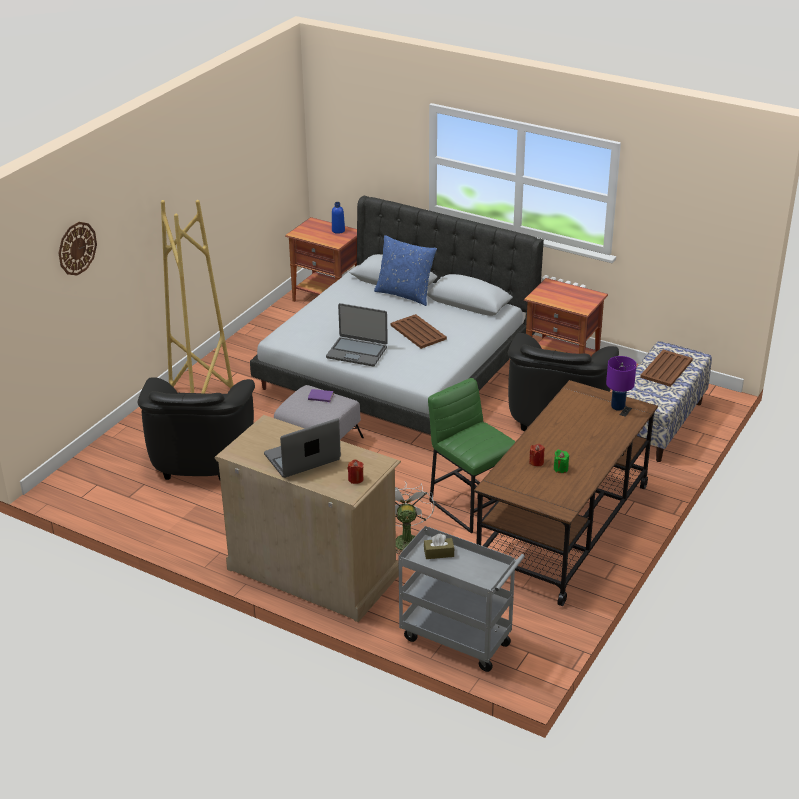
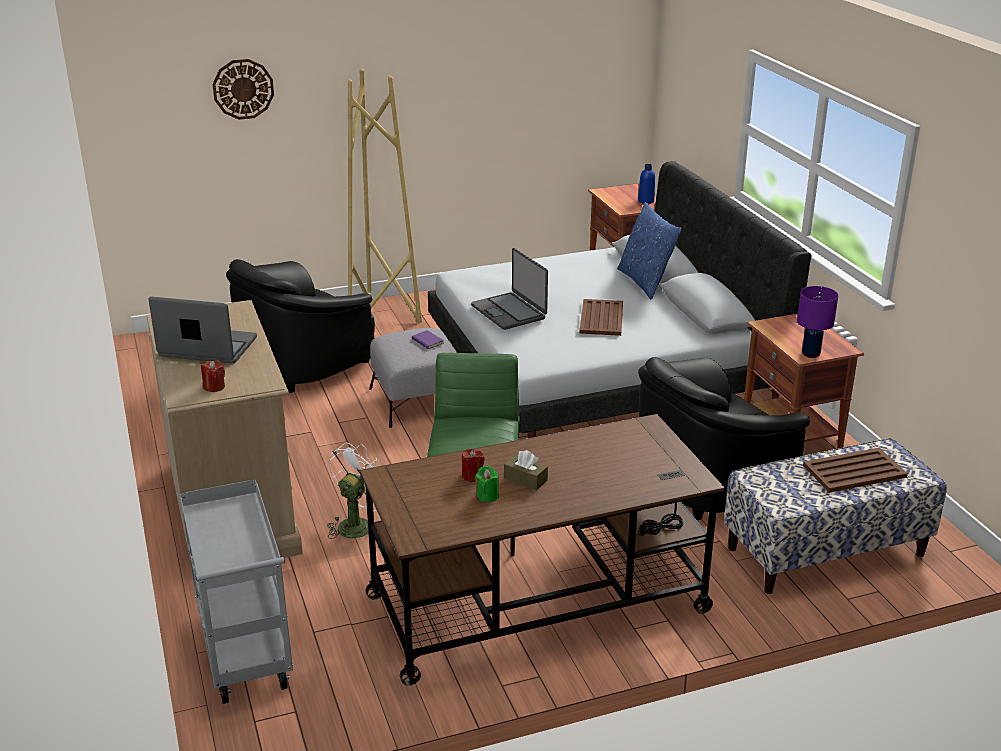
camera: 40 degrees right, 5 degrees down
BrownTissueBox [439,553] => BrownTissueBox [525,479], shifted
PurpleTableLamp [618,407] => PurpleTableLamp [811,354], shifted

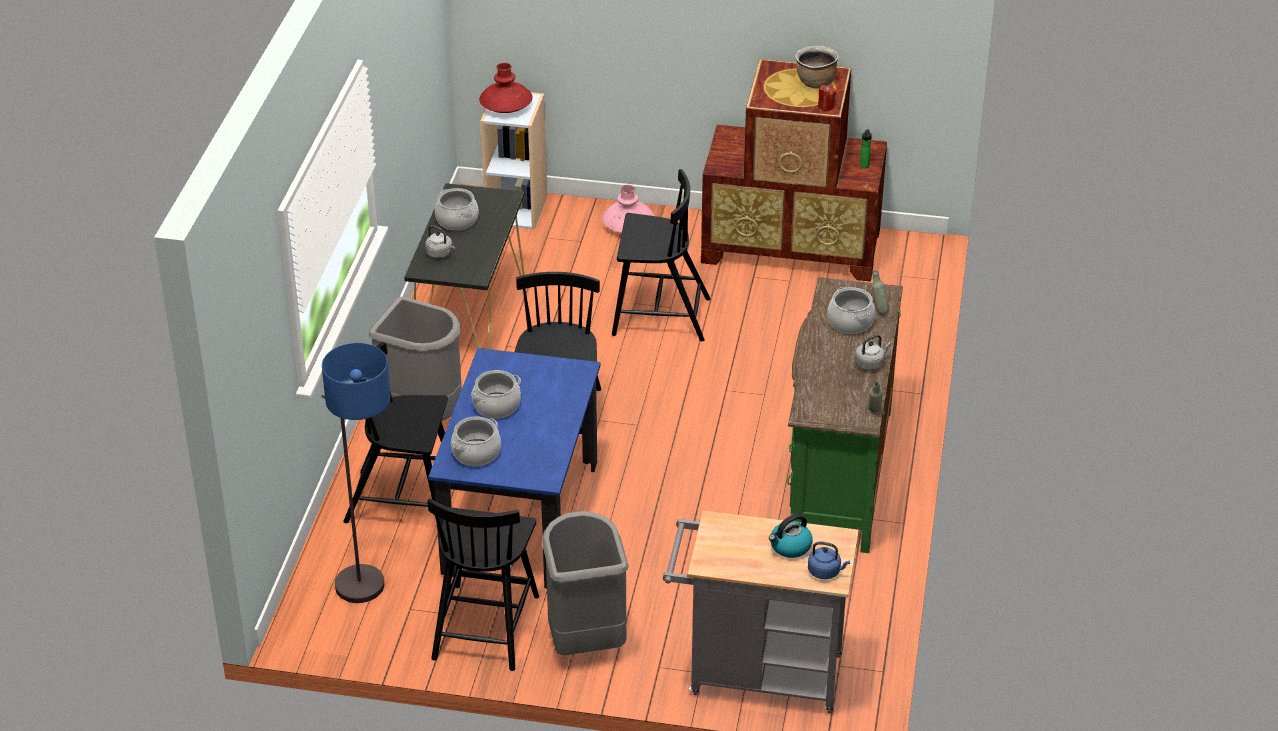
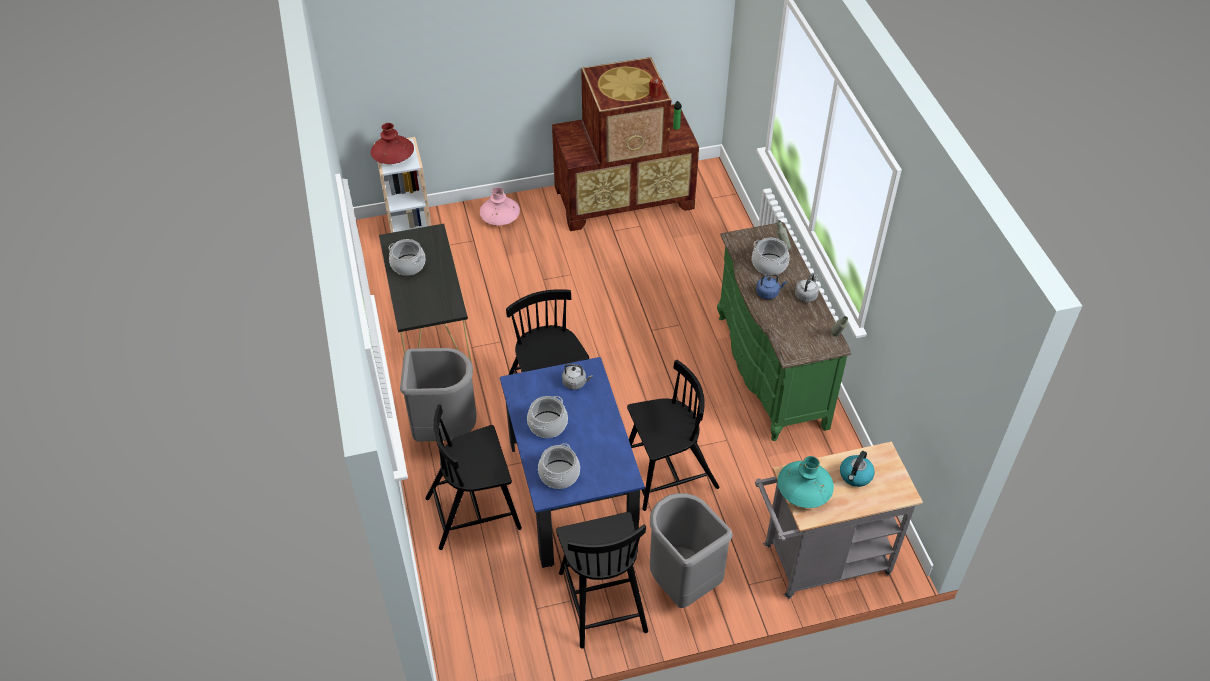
camera: 25 degrees left, 10 degrees up
BlueFloorLamp [371,591] => nothing
GreyKettle [440,254] => GreyKettle [575,383], shifted
BlackChair [658,316] => BlackChair [668,475], shifted
BrownCookingPot [815,83] => nothing
BlueKettle [826,572] => BlueKettle [768,293], shifted
nothing => TurquoiseVase [804,490]

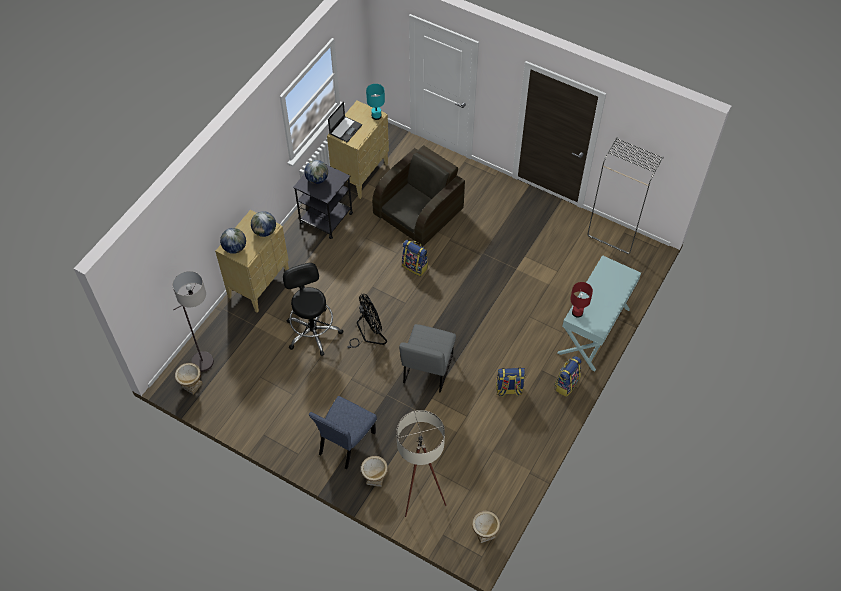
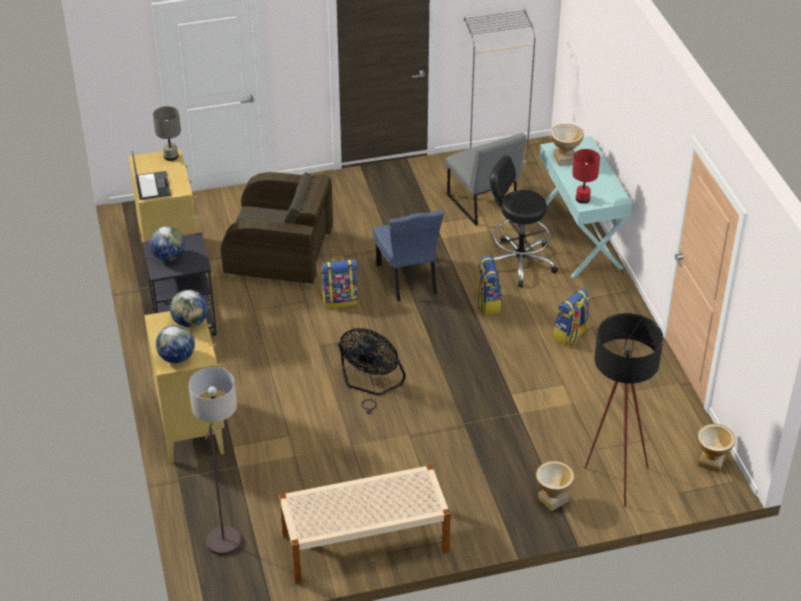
camera: 45 degrees left, 15 degrees down
Vase [192,385] => Vase [565,159], shifted
BlackStool [313,331] => BlackStool [518,262], shifted
BlueChair [346,441] => BlueChair [408,277], shifted
TurquoiseTableLamp [376,116] => GreyTableLamp [170,156]
BrownArmchair [419,212] => BrownArmchair [280,254], 105 degrees clockwise
BeigeFloorLamp [420,494] => BlackFloorLamp [612,478]
GreyChair [427,369] => GreyChair [482,204], shifted
Backpack [566,384] => Backpack [487,303], shifted
nothing => BeigeBench [365,543]

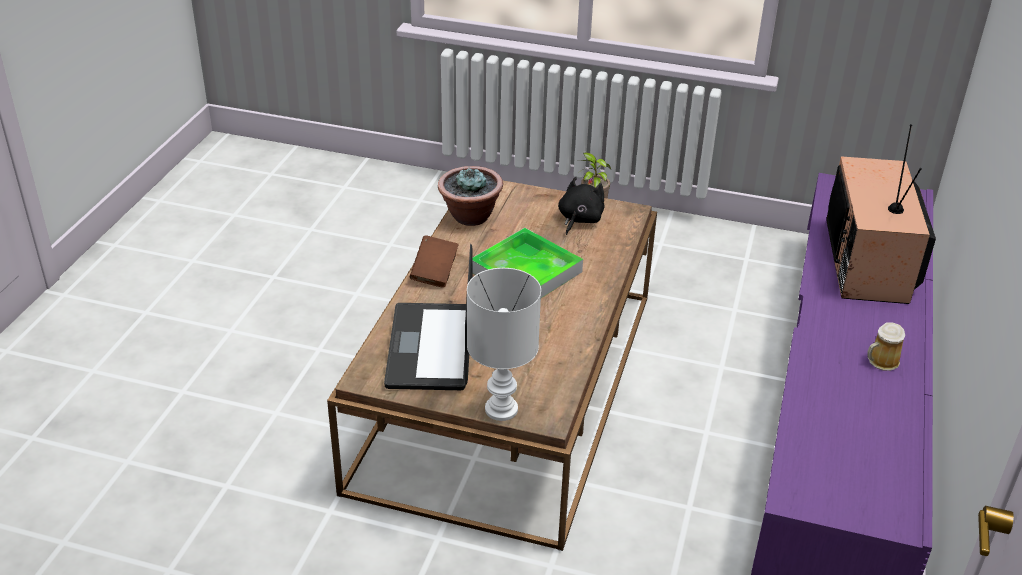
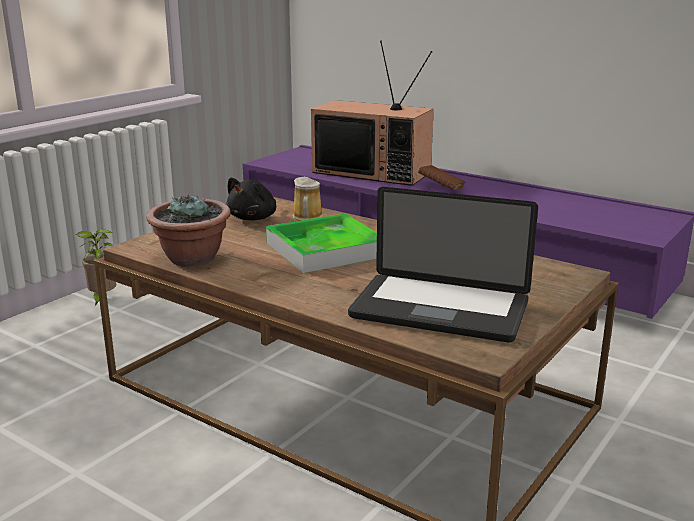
camera: 70 degrees left, 15 degrees down
BrownBook [434,273] => BrownBook [441,189], shifted
WhiteTableLamp [502,409] => nothing
BlackPlushToy [579,219] => BlackPlushToy [254,218], 105 degrees counterclockwise
Mug [881,361] => Mug [307,218], shifted

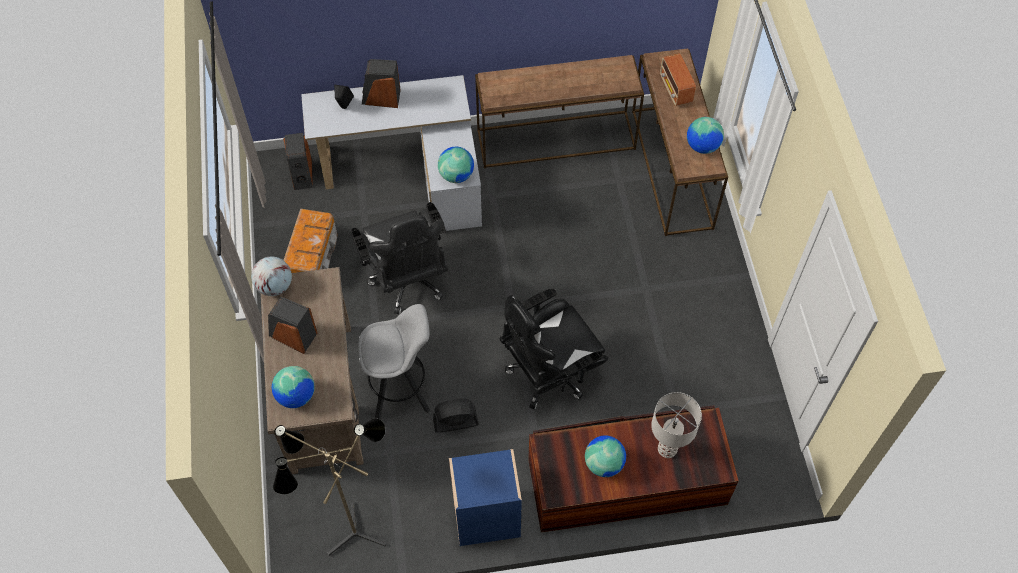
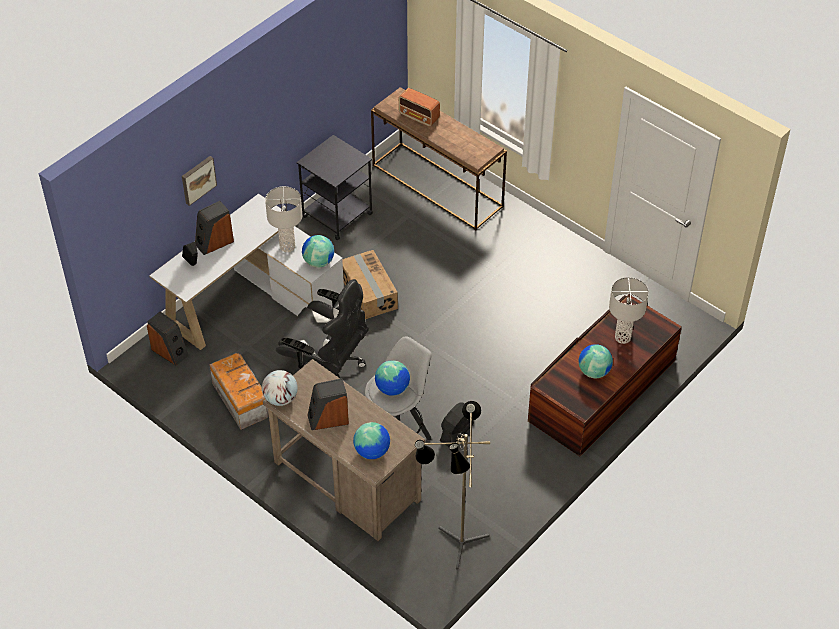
camera: 40 degrees left, 10 degrees down
BlueBookcase [485,518] => nothing
BrownConsoleTable [556,139] => BlackCart [337,214]
BlackOfficeChair [552,371] => nothing
Globe [702,146] => Globe [392,389], shifted
nothing => Picture [197,179]
nothing => WhiteTableLamp [287,246]
nothing => CardboardBox [368,293]

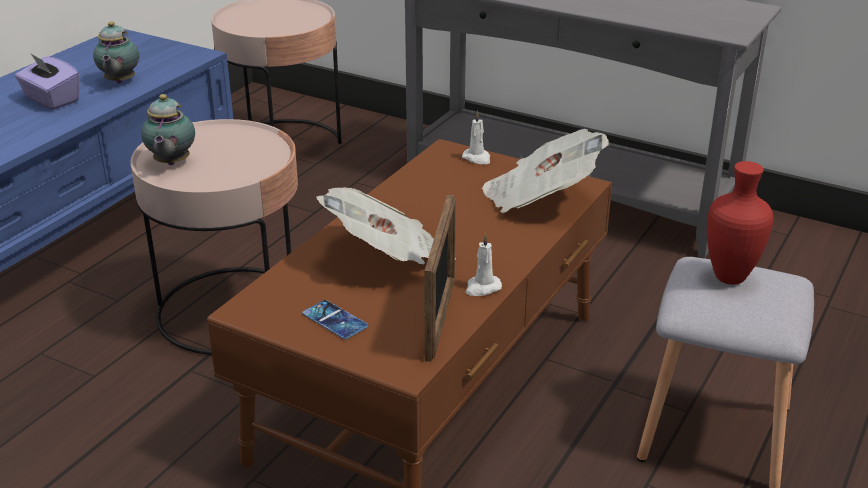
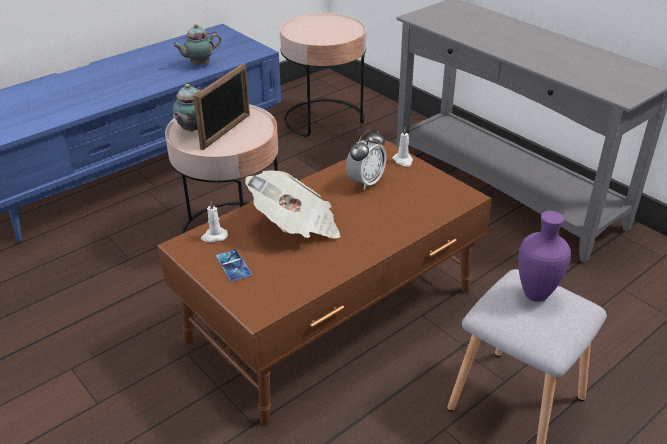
camera: 20 degrees right, 5 degrees up
PurpleTissueBox [51,100] => nothing
Teapot [119,82] => Teapot [199,64], 45 degrees clockwise
PictureFrame [440,318] => PictureFrame [226,131], shifted
WhiteCandle [482,288] => WhiteCandle [214,236], shifted
Newspaper [540,198] => nothing
RedVase [732,277] => PurpleVase [537,295]
nothing => AlarmClock [365,182]

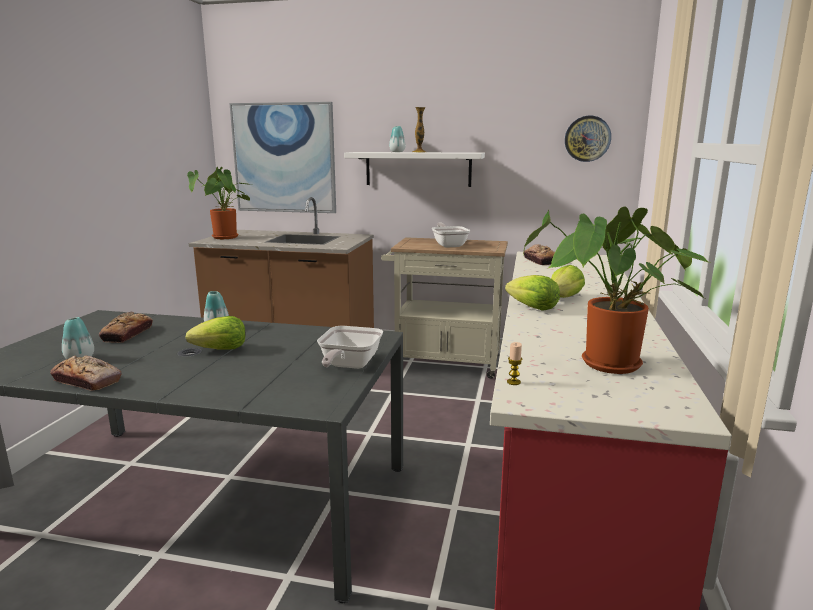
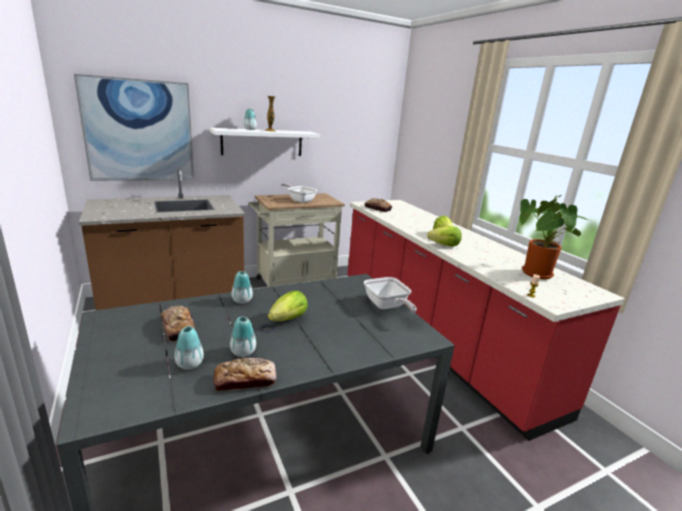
camera: 40 degrees left, 5 degrees up
PottedPlant [226,238] => nothing
WallClock [587,138] => nothing
nothing => Vase [243,352]

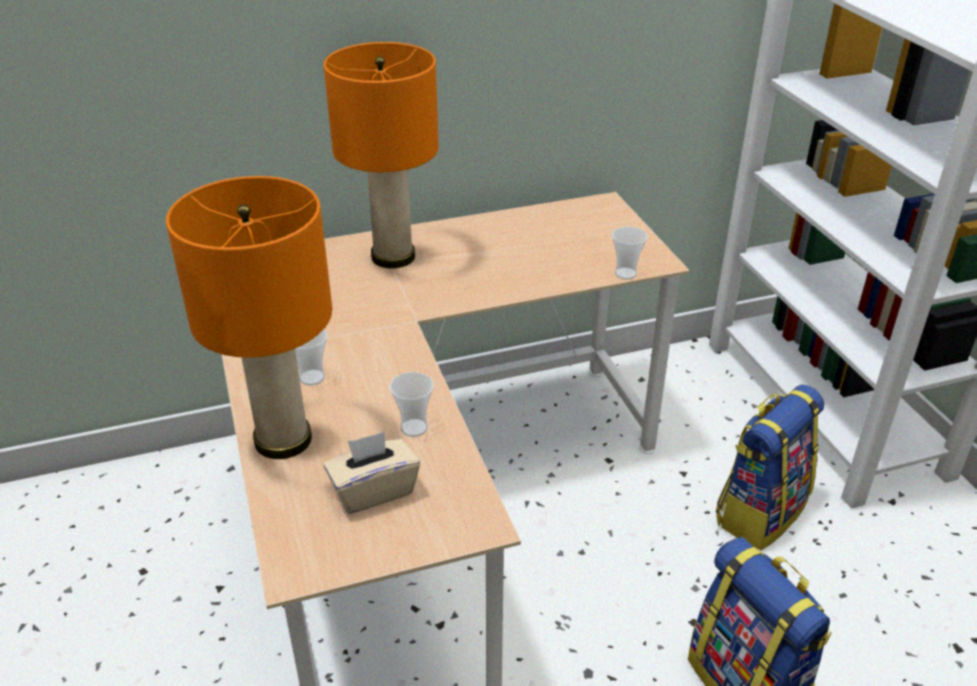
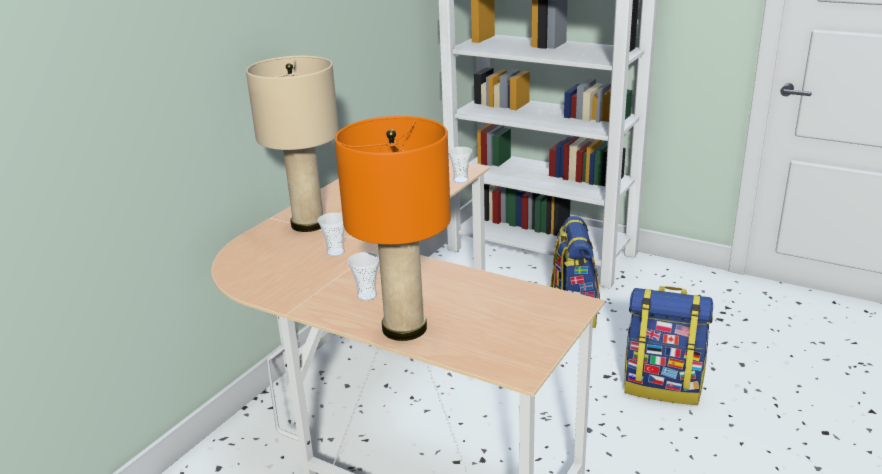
camera: 40 degrees left, 10 degrees down
OrangeTableLamp [394,257] => BeigeTableLamp [309,224]
BeigeTissueBox [373,490] => nothing
Cup [414,428] => Cup [335,252], shifted

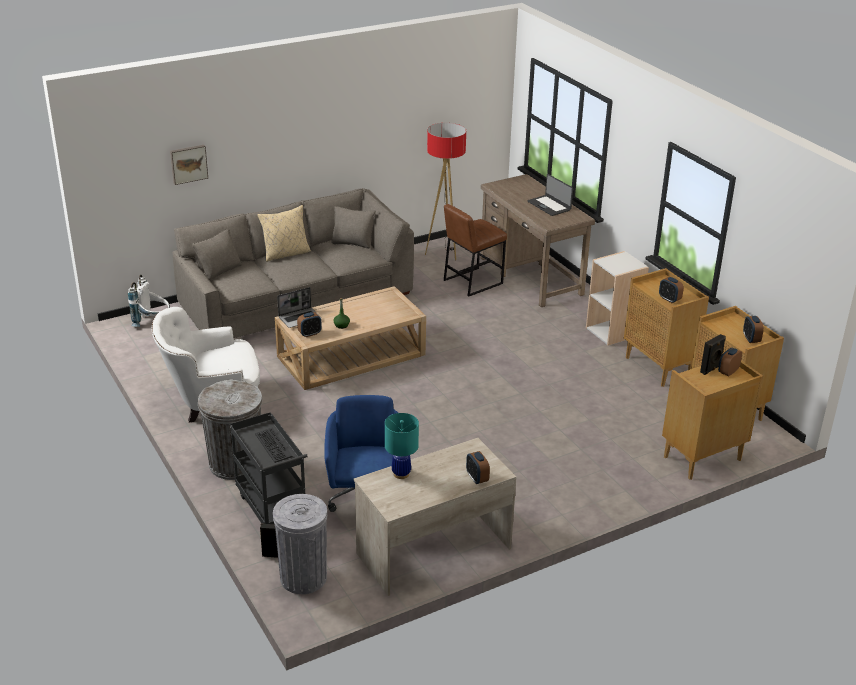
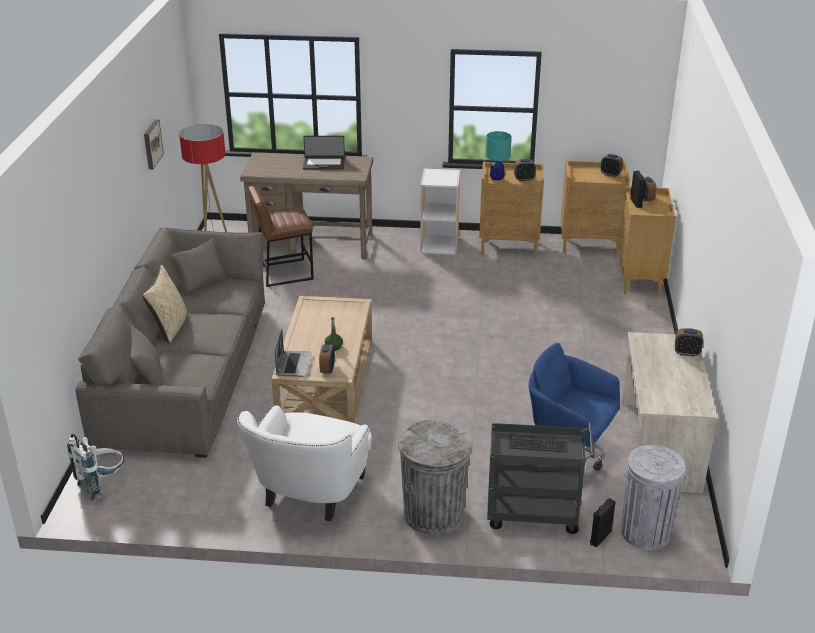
camera: 55 degrees left, 0 degrees up
Picture [188,164] => Picture [151,144], shifted
TurquoiseTableLamp [401,474] => TurquoiseTableLamp [496,180], shifted
BrownChair [472,282] => BrownChair [284,273], 75 degrees clockwise

